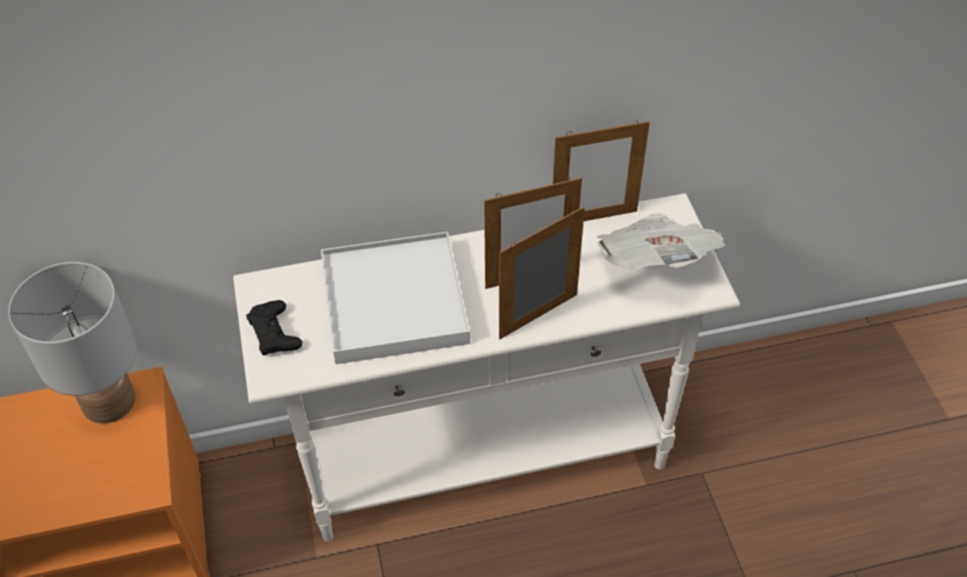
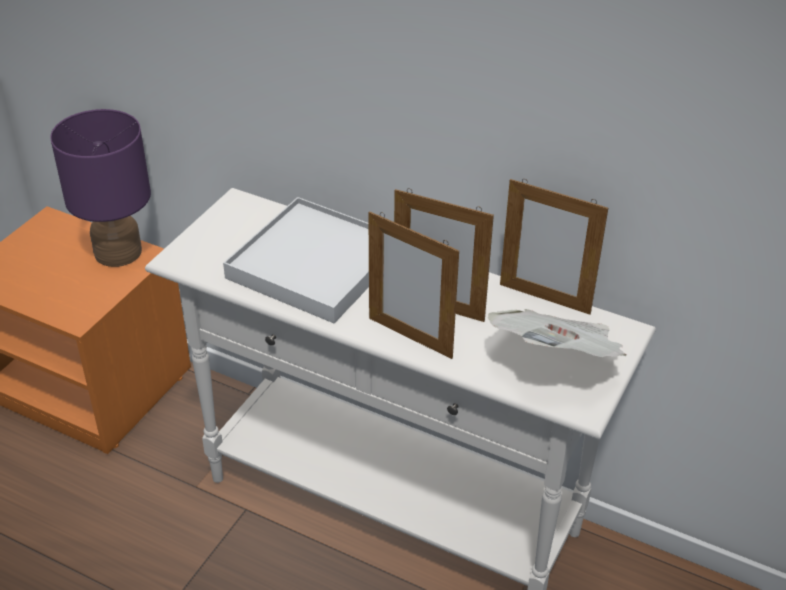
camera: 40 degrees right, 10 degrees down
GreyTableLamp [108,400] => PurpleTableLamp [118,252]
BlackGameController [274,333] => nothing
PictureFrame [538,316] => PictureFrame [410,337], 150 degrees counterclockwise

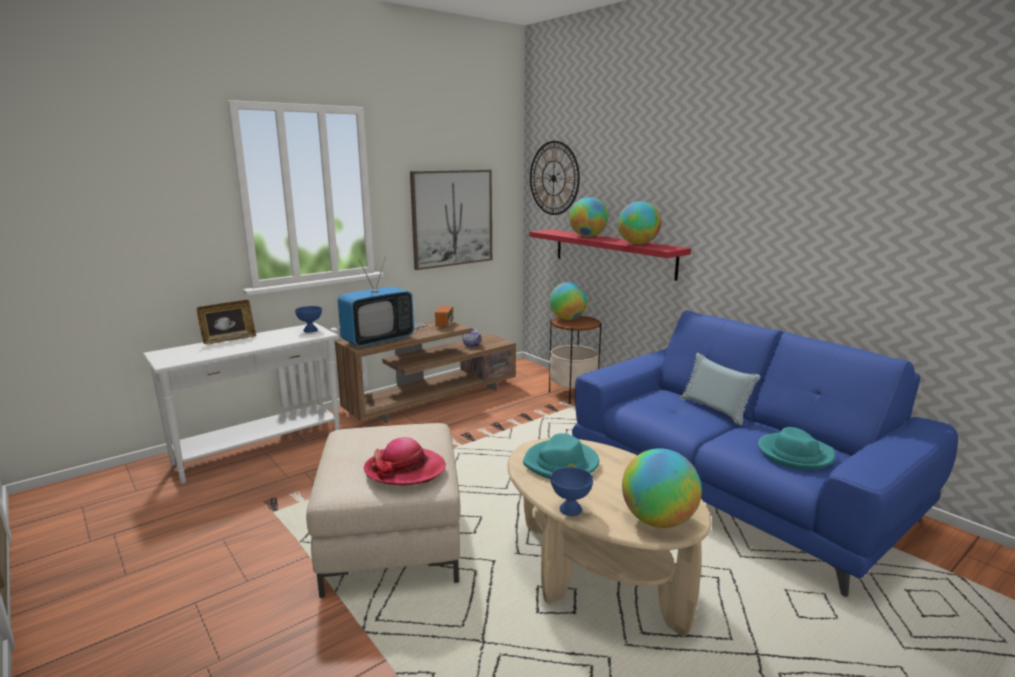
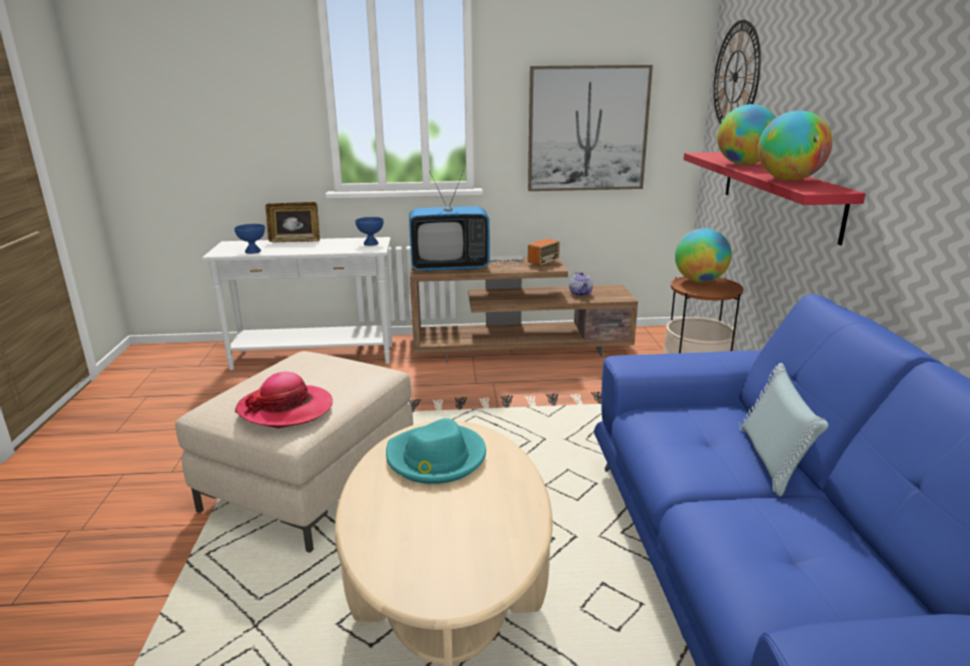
camera: 35 degrees right, 5 degrees up
BlueBowl [569,510] => BlueBowl [252,251], shifted
Globe [658,520] => nothing
TurquoiseHat [794,454] => nothing

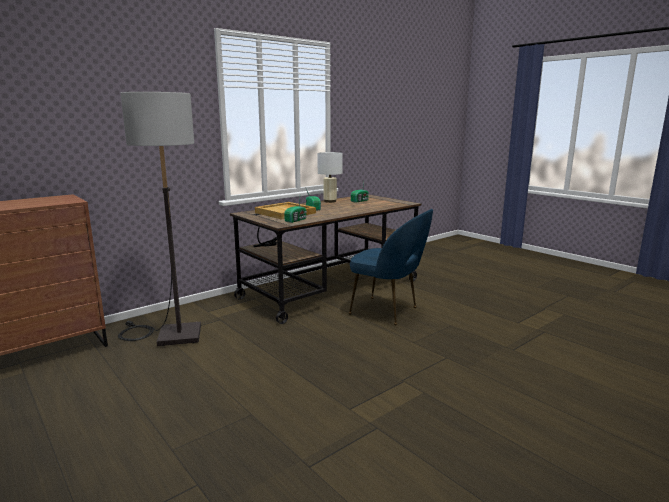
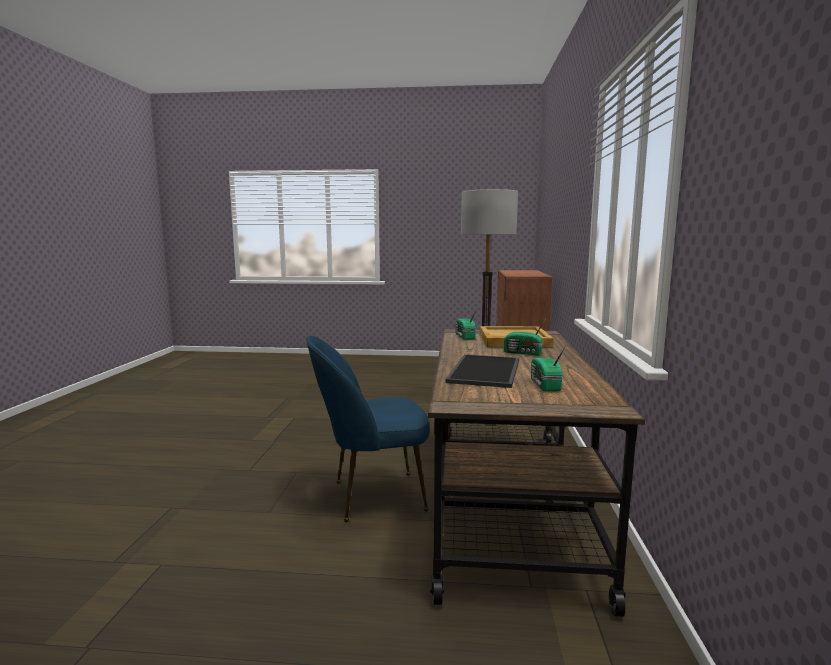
camera: 135 degrees right, 5 degrees down
WhiteTableLamp [330,201] => nothing
nothing => Tray [486,371]

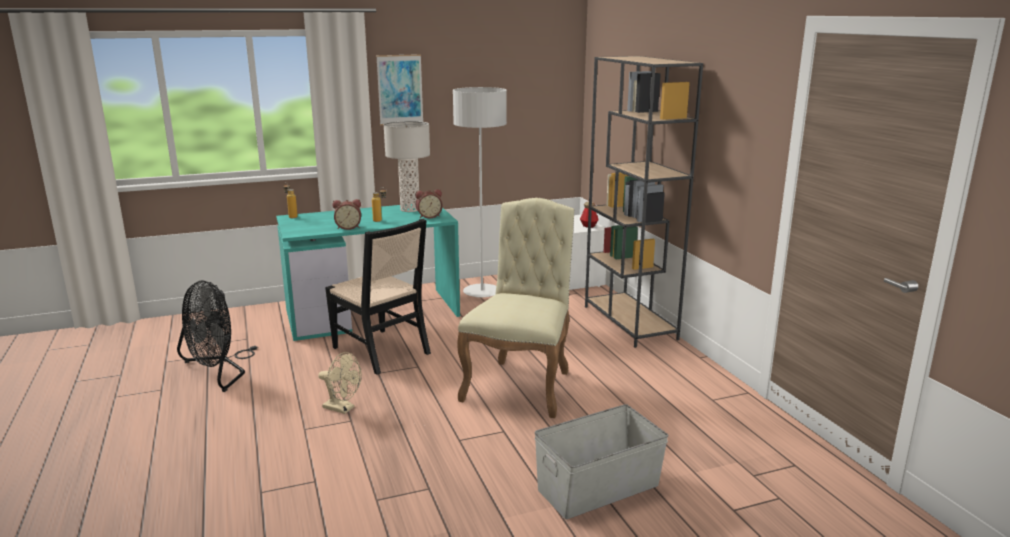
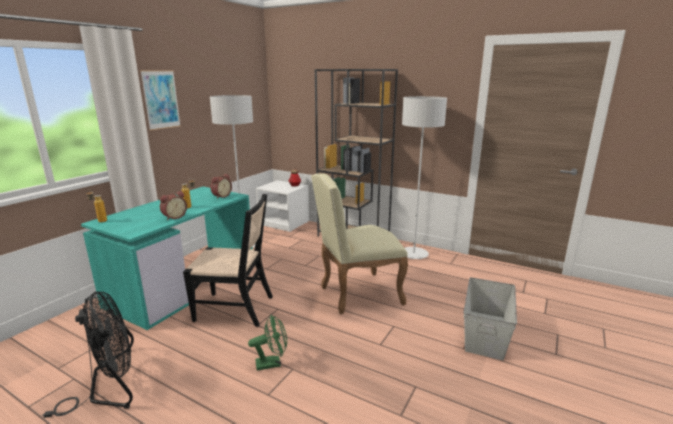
camera: 40 degrees left, 0 degrees up
BlackFan [220,369] => BlackFan [108,384], 120 degrees counterclockwise
BeigeFan [343,408] => GreenFan [272,363]
WhiteTableLamp [410,209] => nothing
BeigeChair [521,386] => BeigeChair [358,294], 90 degrees counterclockwise
nothing => GreyFloorLamp [413,254]

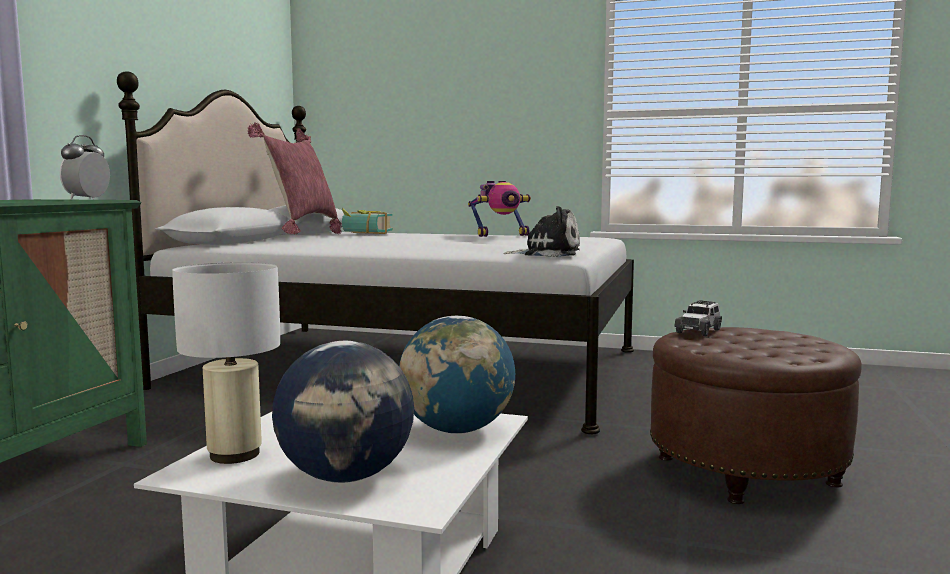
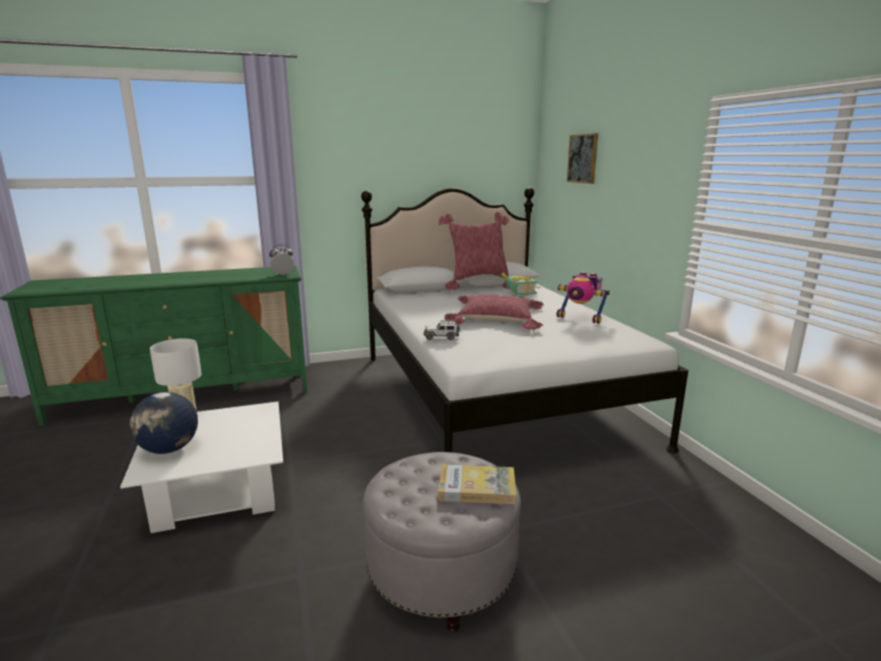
camera: 55 degrees right, 10 degrees up
Globe [457,430] => nothing
PlushToy [547,254] => nothing
BrownOttoman [746,470] => GreyOttoman [441,576]
ToyCar [698,331] => ToyCar [441,337], shifted
nothing => Book [477,487]
nothing => RedPillow [496,317]
nothing => Picture [583,158]

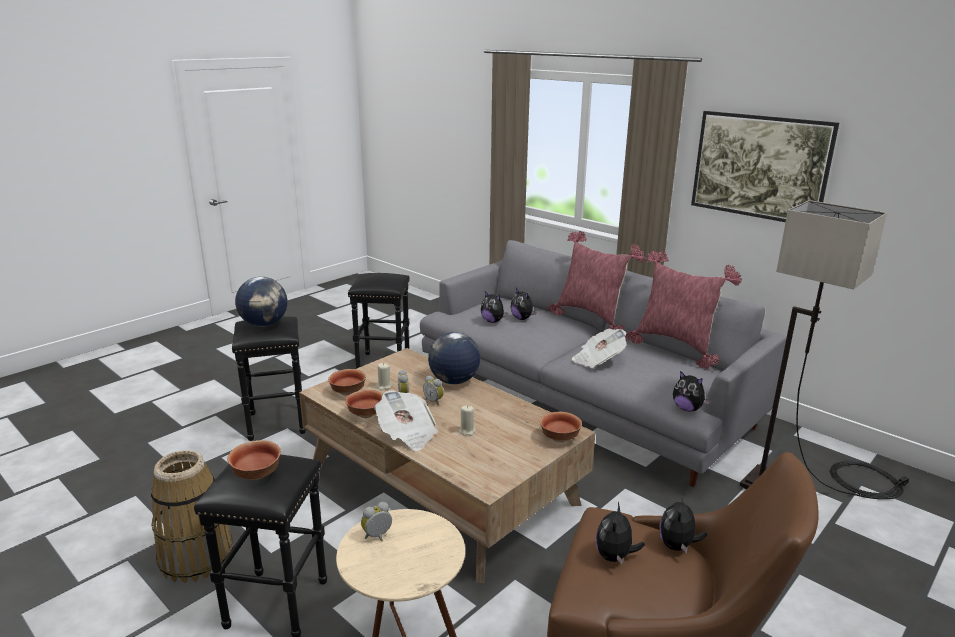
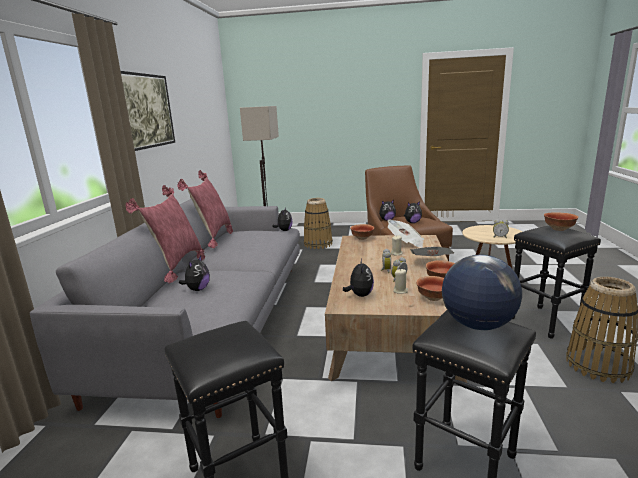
camera: 125 degrees left, 5 degrees down
Globe [454,381] => nothing
PlushToy [493,321] => PlushToy [360,295], shifted
Newspaper [598,360] => Newspaper [406,243], shifted
nothing => Basket [318,244]

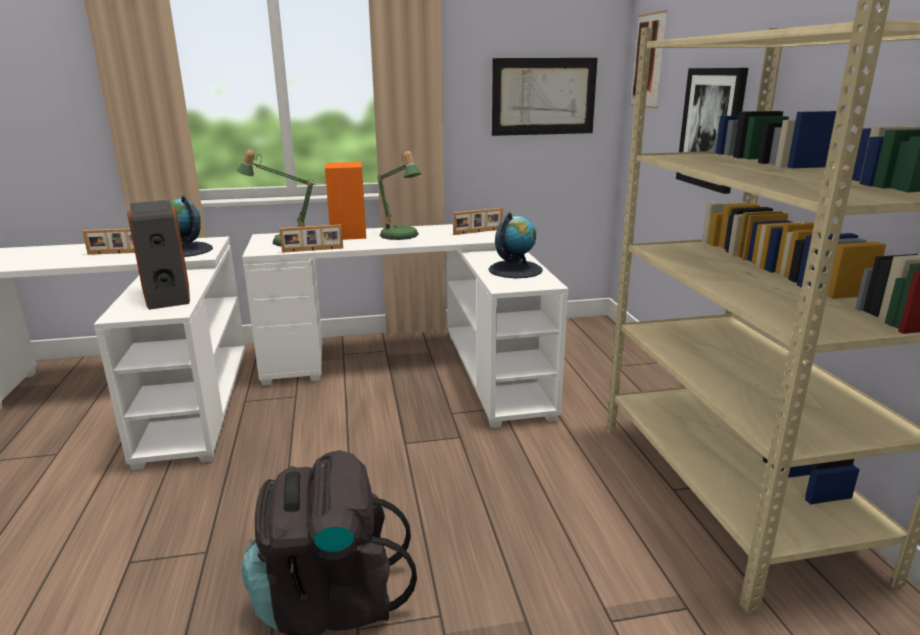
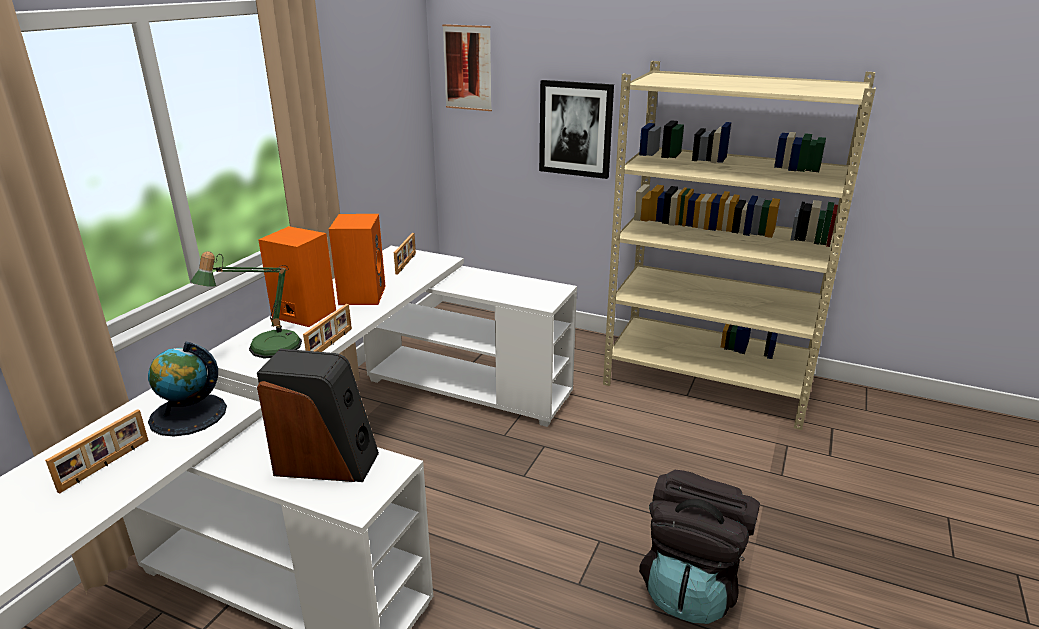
camera: 55 degrees left, 5 degrees up
TableLamp [401,237] => OrangeSpeaker [361,295]
Globe [515,270] => nothing
Picture [543,96] => nothing

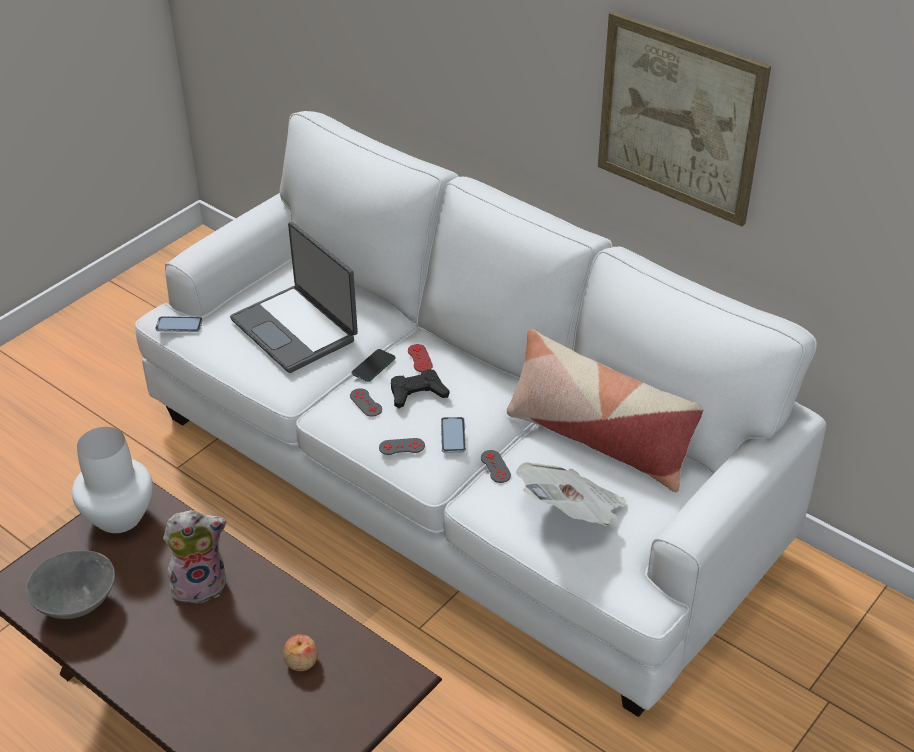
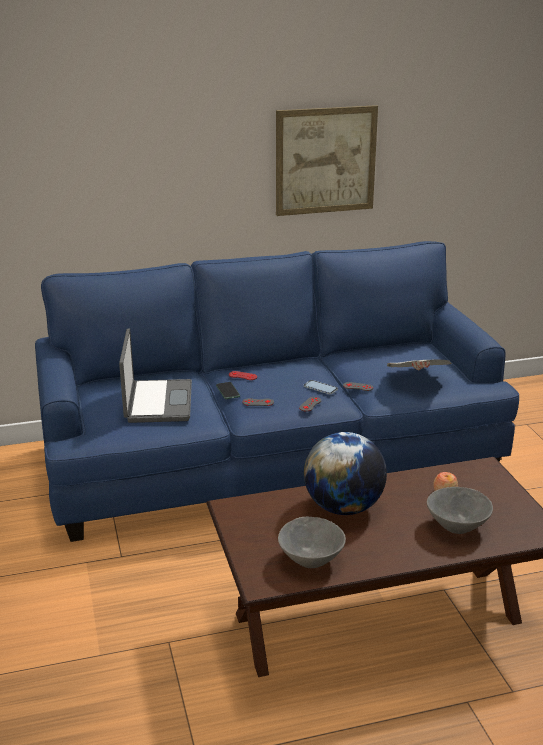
camera: 55 degrees left, 15 degrees down
WhiteVase [120,516] => nothing
WhiteSofa [458,482] => BlueSofa [271,460]
Phone [179,325] => nothing
PlushToy [200,584] => Globe [343,507]
Laptop [296,329] => Laptop [157,402], 90 degrees counterclockwise
BlackGameController [417,393] => nothing
Pillow [599,439] => nothing
nothing => GreyBowl [458,526]

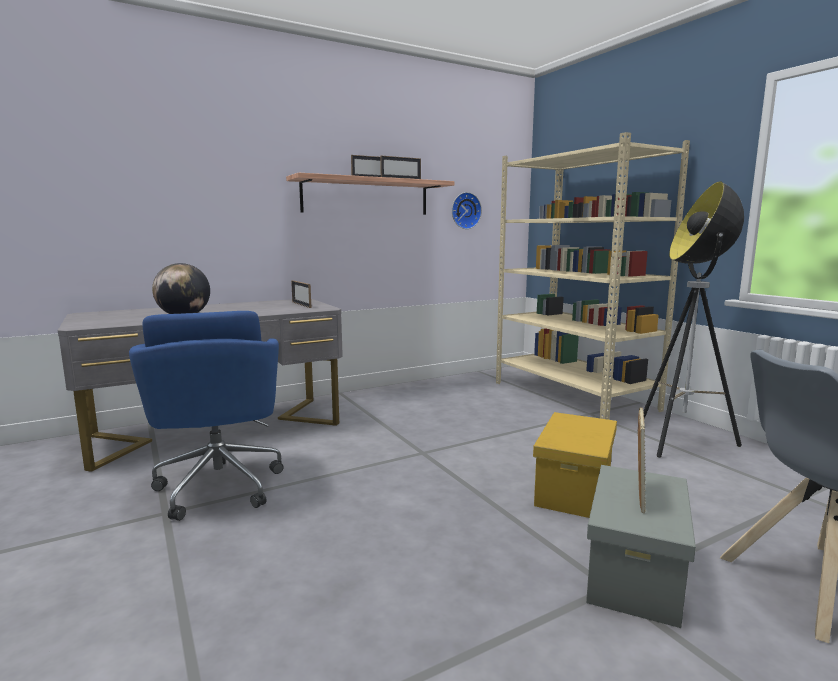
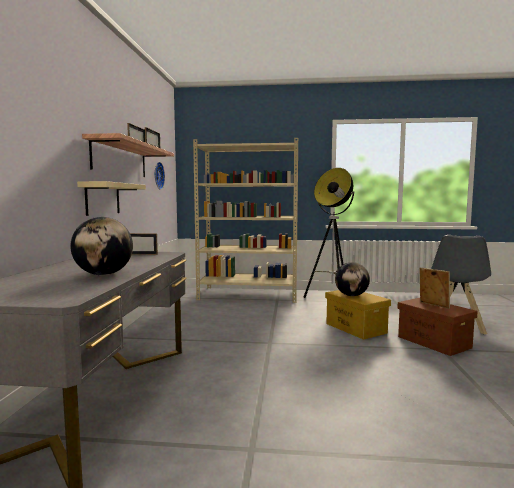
camera: 55 degrees left, 5 degrees down
BlueOfficeChair [219,485] => nothing
GreyStorageBox [633,572] => BrownStorageBox [433,342]
nothing => BeigeShelf [102,198]
nothing => Globe [351,295]

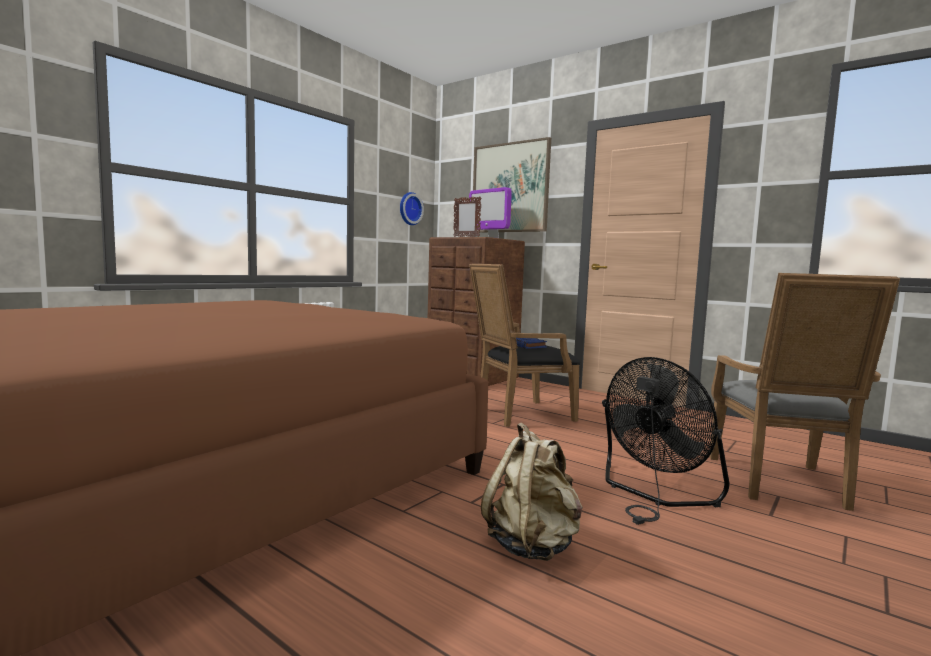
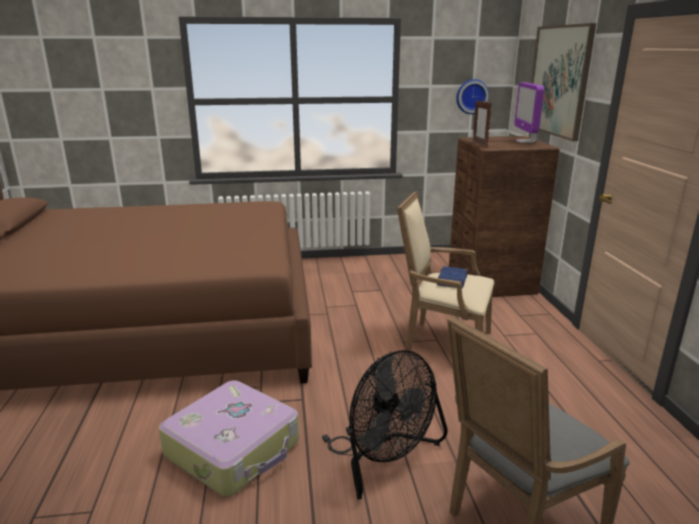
camera: 45 degrees right, 15 degrees up
BlackArmchair [518,414] => BeigeArmchair [442,341]
BeigeBackpack [532,545] => Suitcase [234,448]
BlackFan [649,492] => BlackFan [381,459], 45 degrees clockwise

